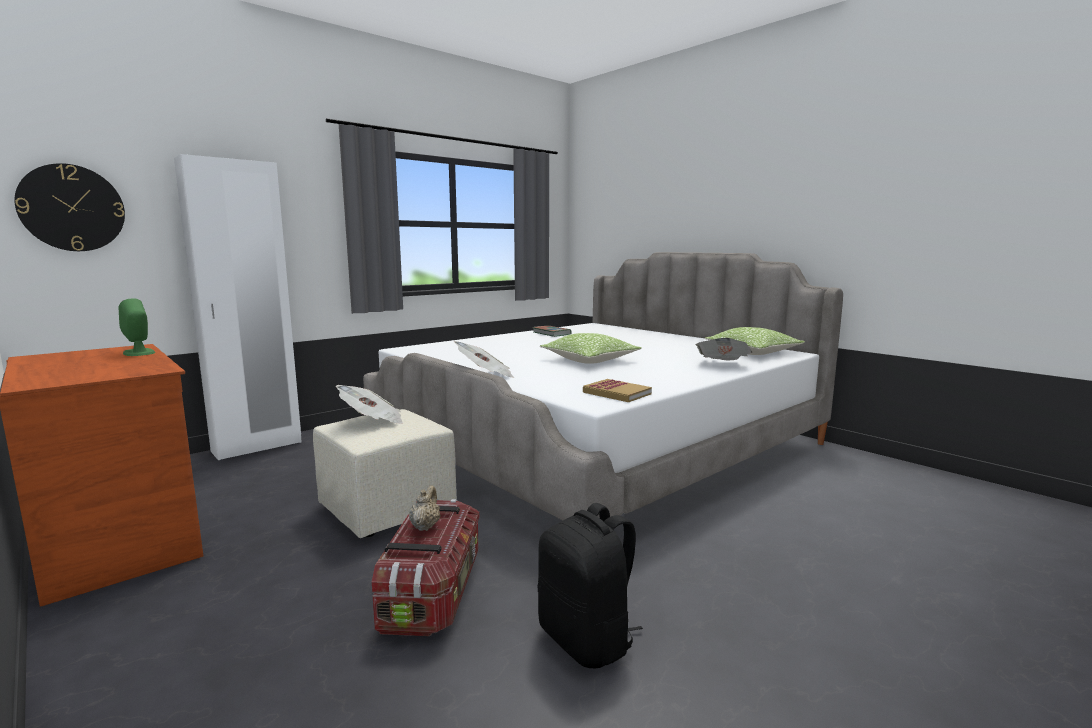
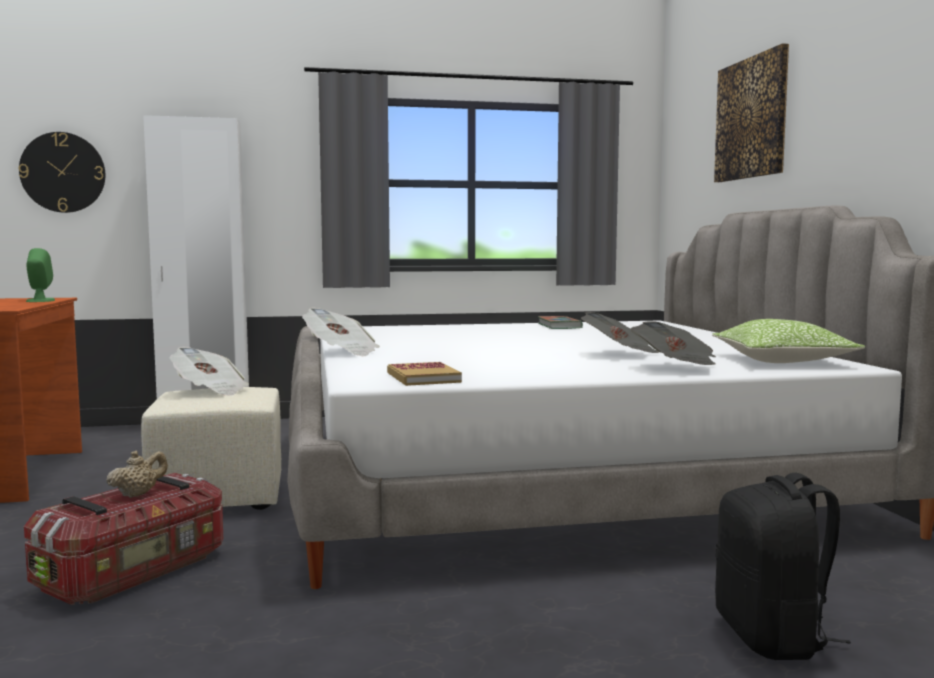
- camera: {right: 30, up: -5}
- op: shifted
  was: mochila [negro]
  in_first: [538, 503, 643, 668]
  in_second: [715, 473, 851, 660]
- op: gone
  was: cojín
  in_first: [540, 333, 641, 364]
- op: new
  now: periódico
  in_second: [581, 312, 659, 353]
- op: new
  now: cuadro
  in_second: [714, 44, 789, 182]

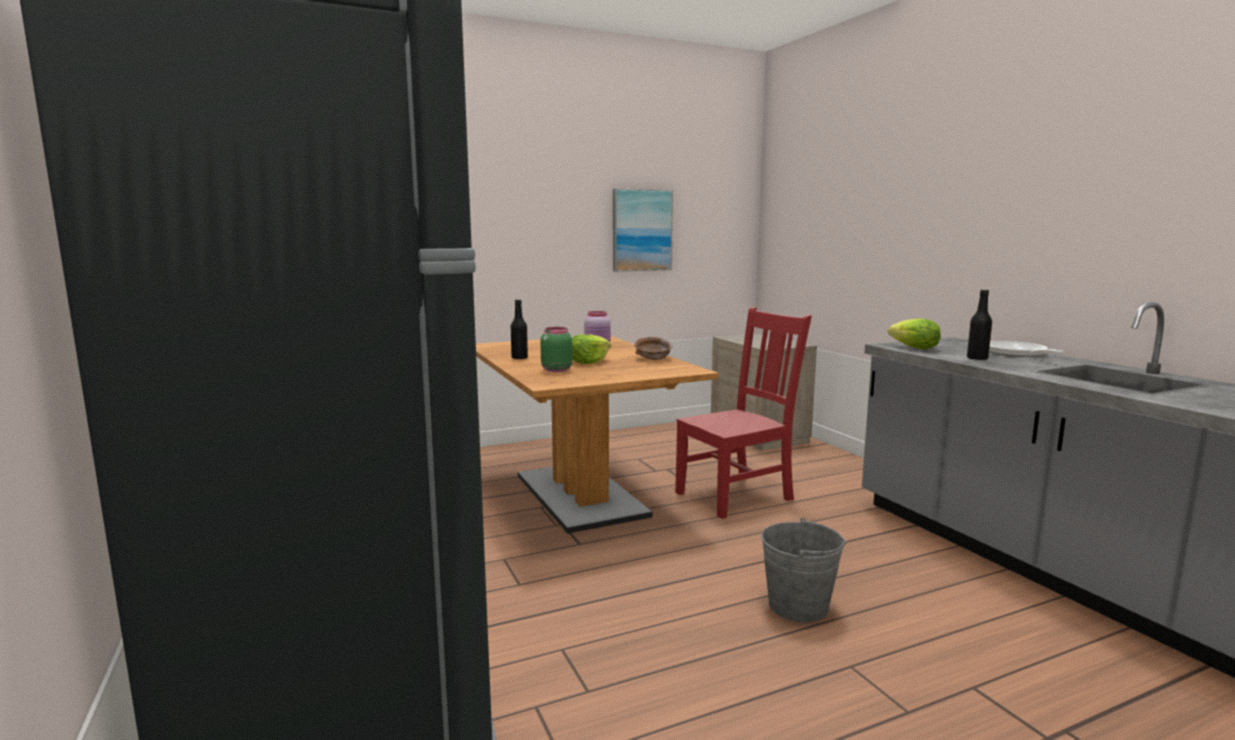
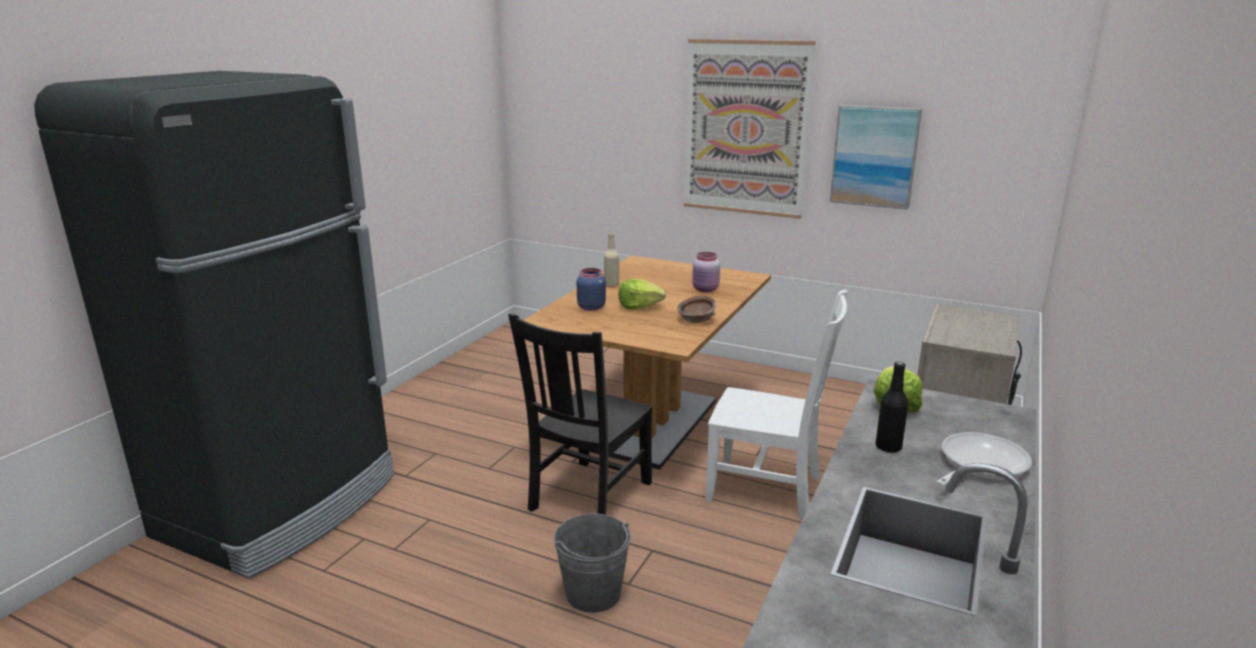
- camera: {right: 50, up: 10}
- op: repainted
  was: botella [negro]
  now: botella [beis]
  in_first: [511, 299, 528, 359]
  in_second: [604, 232, 619, 287]
- op: repainted
  was: tarro [verde]
  now: tarro [azul]
  in_first: [540, 327, 573, 372]
  in_second: [577, 268, 606, 311]
- op: repainted
  was: silla [rojo]
  now: silla [blanco]
  in_first: [675, 307, 812, 519]
  in_second: [705, 290, 848, 519]
- op: new
  now: silla [negro]
  in_second: [508, 314, 653, 515]
- op: new
  now: cuadro
  in_second: [684, 39, 816, 219]

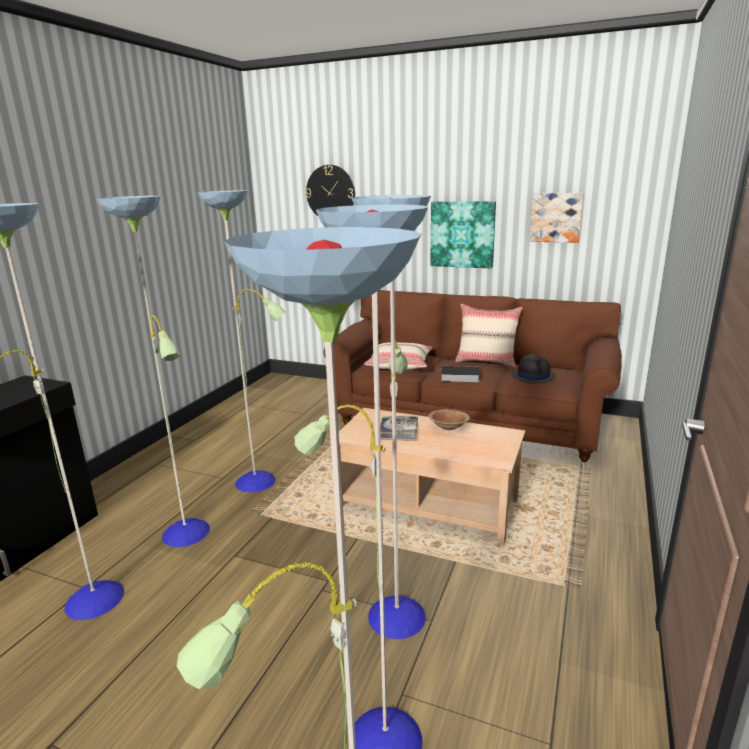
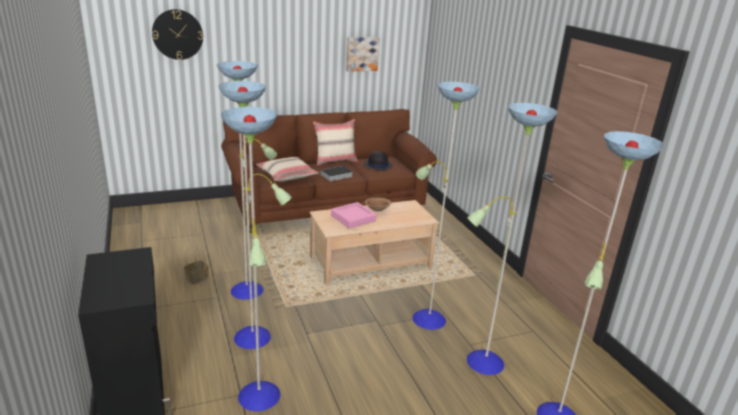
- camera: {right: -45, up: 5}
- op: swapped
  was: libro
  now: bandeja [rosa]
  in_first: [380, 416, 418, 441]
  in_second: [331, 202, 377, 229]
- op: gone
  was: cuadro
  in_first: [430, 201, 496, 268]
- op: new
  now: cesta
  in_second: [184, 243, 209, 284]

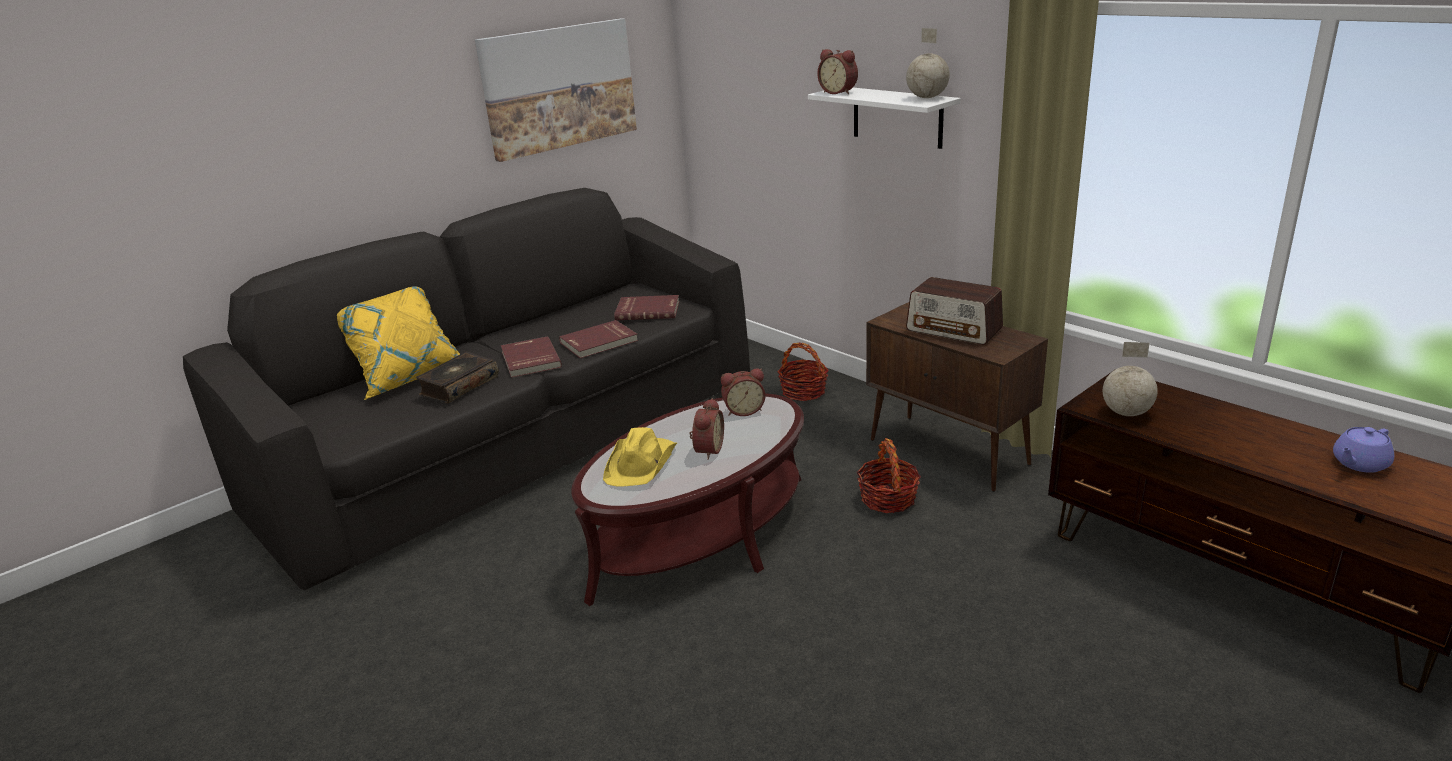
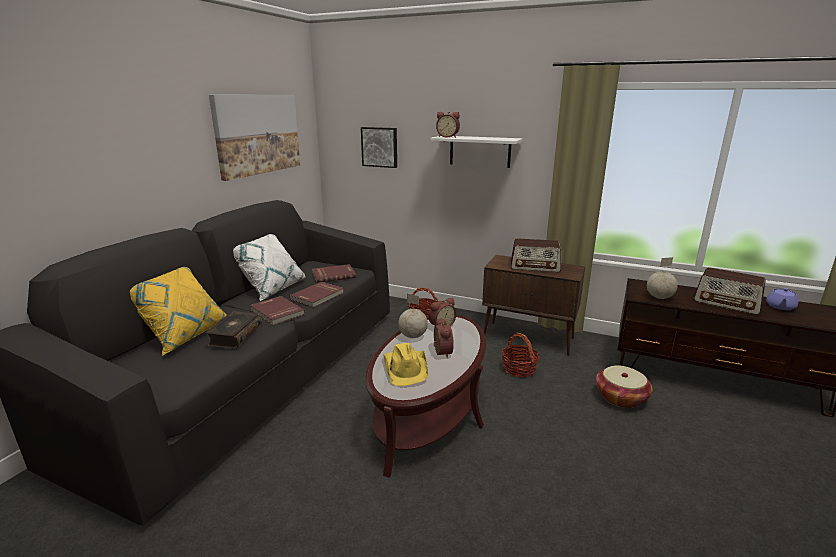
- camera: {right: -25, up: -5}
- op: shifted
  was: globo terráqueo
  in_first: [906, 28, 950, 98]
  in_second: [398, 294, 428, 338]
- op: new
  now: cojín [blanco]
  in_second: [233, 234, 306, 301]
- op: new
  now: cuadro
  in_second: [361, 127, 397, 168]
- op: new
  now: cesta
  in_second: [596, 365, 653, 408]
- op: new
  now: radio
  in_second: [693, 267, 766, 315]

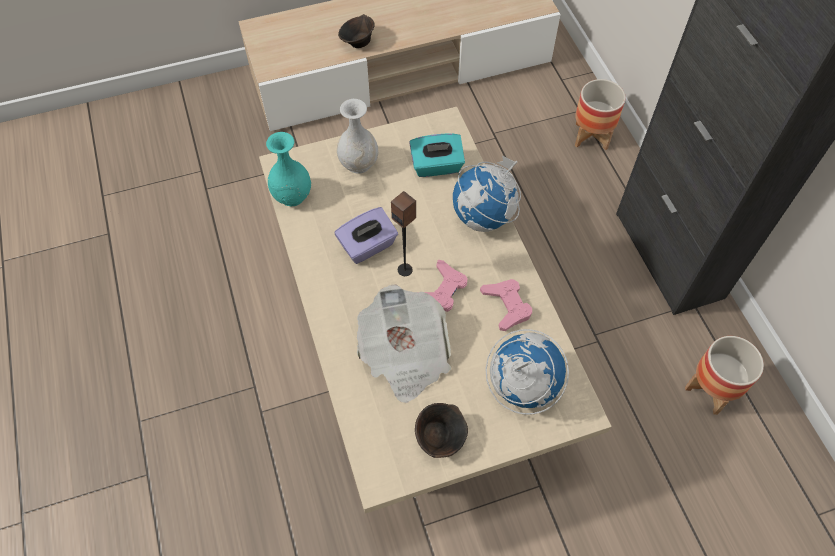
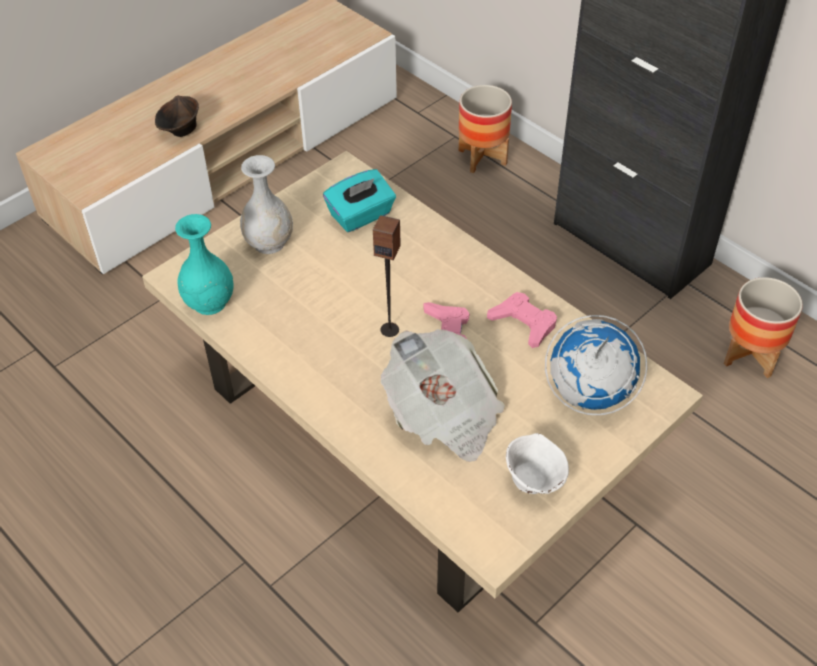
- camera: {right: -25, up: -10}
- op: gone
  was: caja de pañuelos [morado]
  in_first: [335, 207, 398, 264]
- op: repainted
  was: cuenco [marrón]
  now: cuenco [blanco]
  in_first: [415, 403, 468, 458]
  in_second: [506, 433, 569, 494]
- op: gone
  was: globo terráqueo
  in_first: [453, 155, 521, 232]

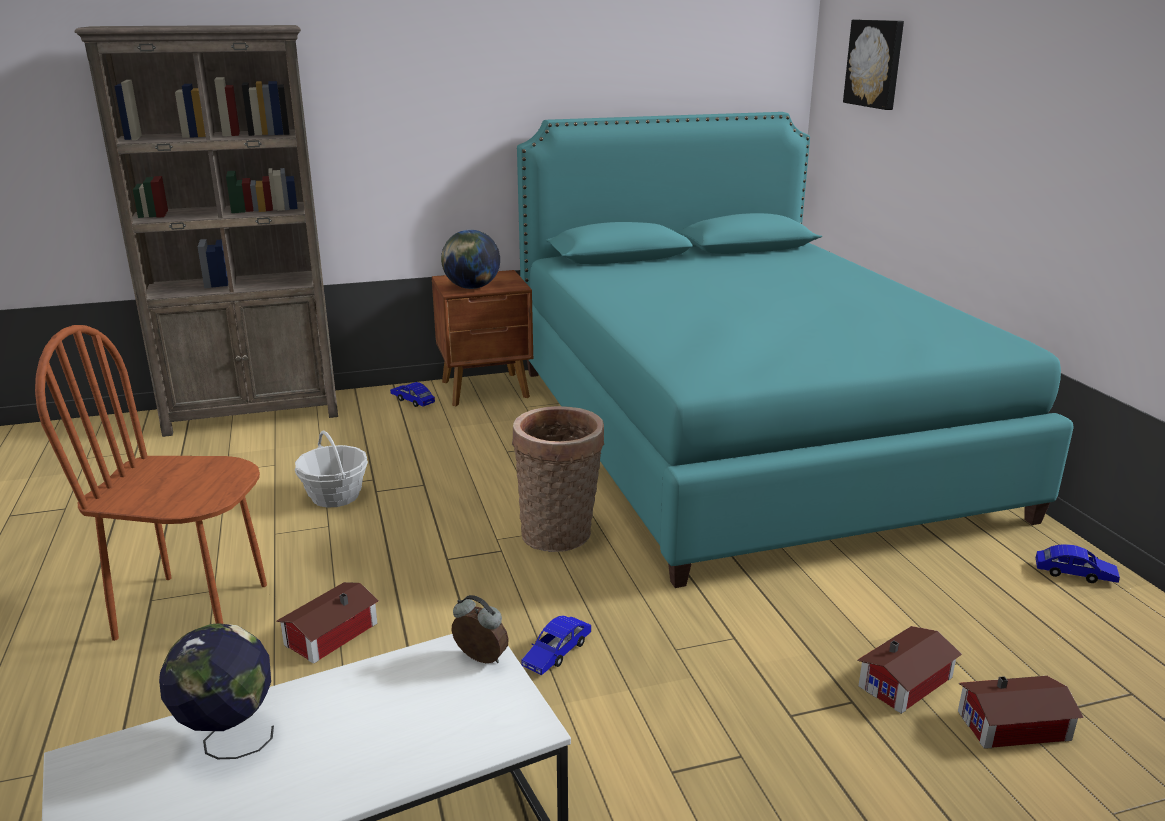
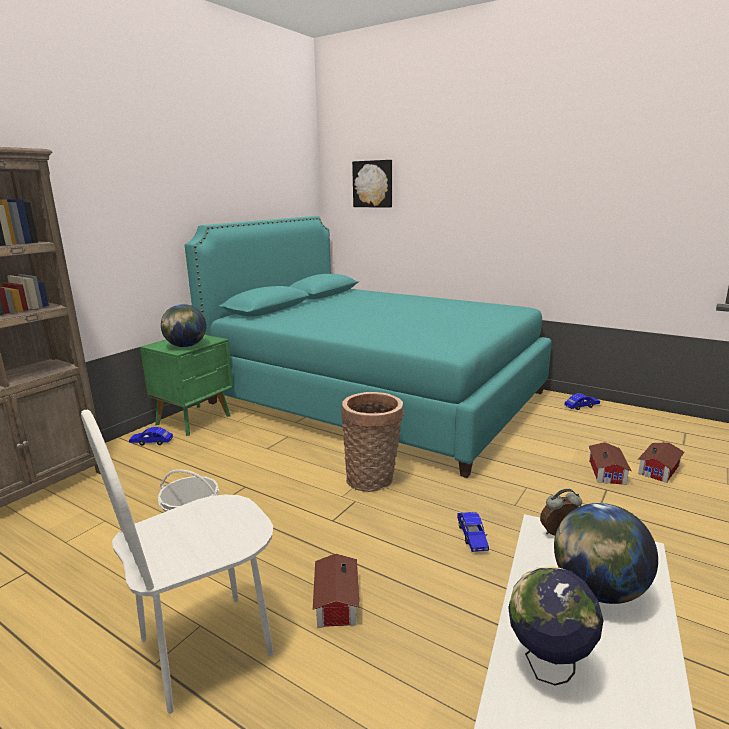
- camera: {right: -40, up: -5}
- op: repainted
  was: silla [marrón]
  now: silla [blanco]
  in_first: [35, 325, 267, 641]
  in_second: [81, 410, 273, 714]
- op: repainted
  was: mesita de noche [marrón]
  now: mesita de noche [verde]
  in_first: [432, 270, 534, 406]
  in_second: [140, 335, 233, 436]
- op: new
  now: globo terráqueo
  in_second: [554, 503, 658, 604]

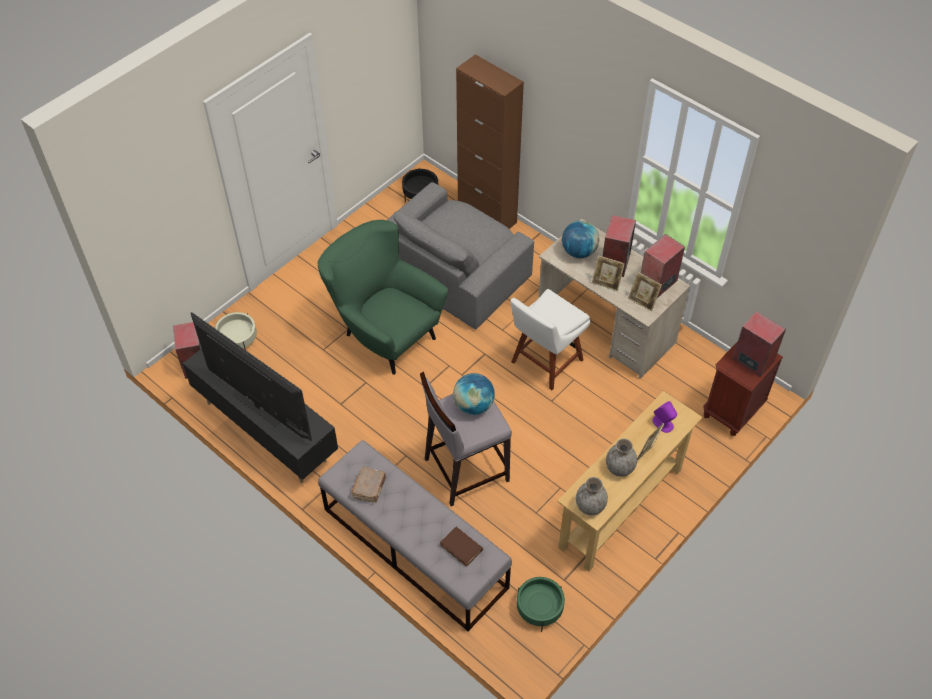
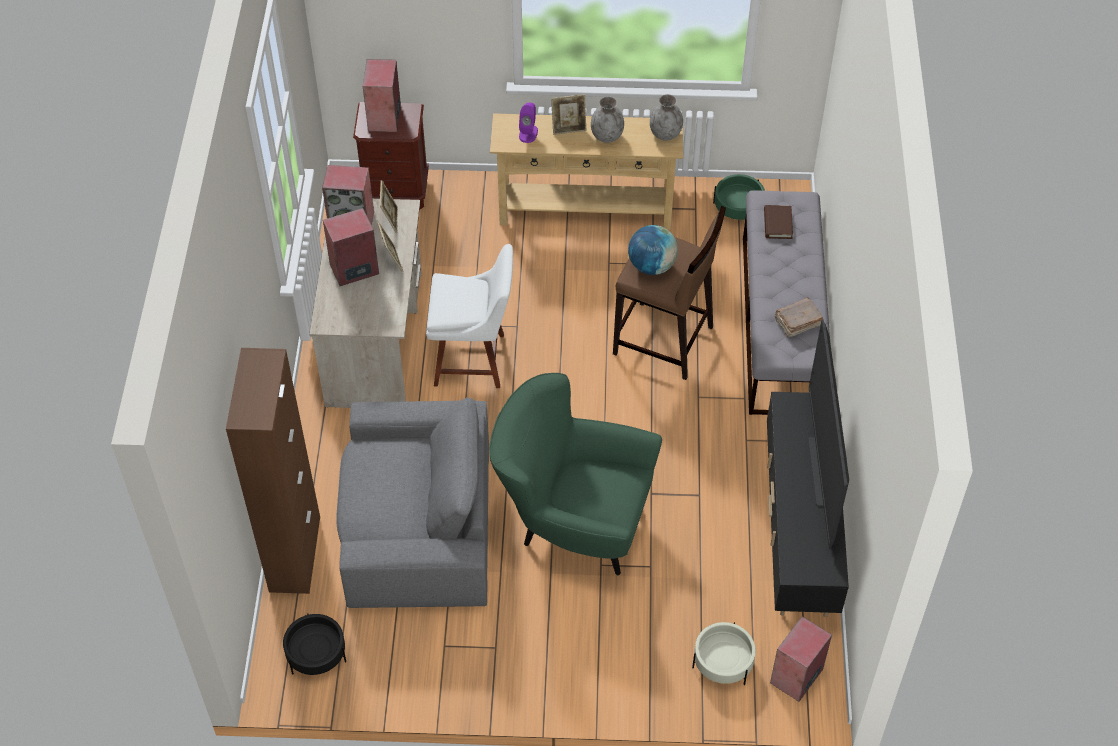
- camera: {right: -130, up: 0}
- op: rotated
  was: sillón [verde]
  in_first: [318, 220, 448, 375]
  in_second: [489, 373, 662, 575]
  clockwise: 105
- op: repainted
  was: taburete [gris]
  now: taburete [marrón]
  in_first: [420, 372, 512, 506]
  in_second: [613, 206, 726, 380]
- op: gone
  was: globo terráqueo
  in_first: [562, 221, 599, 258]

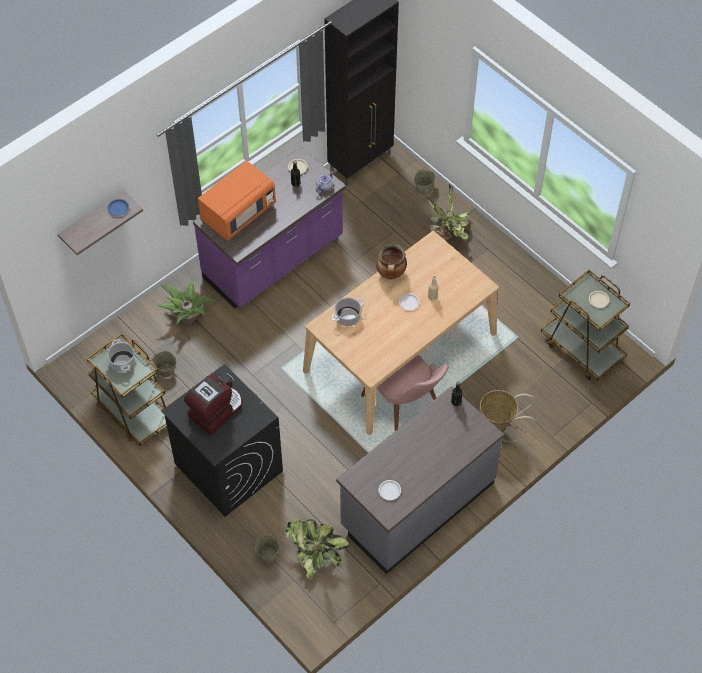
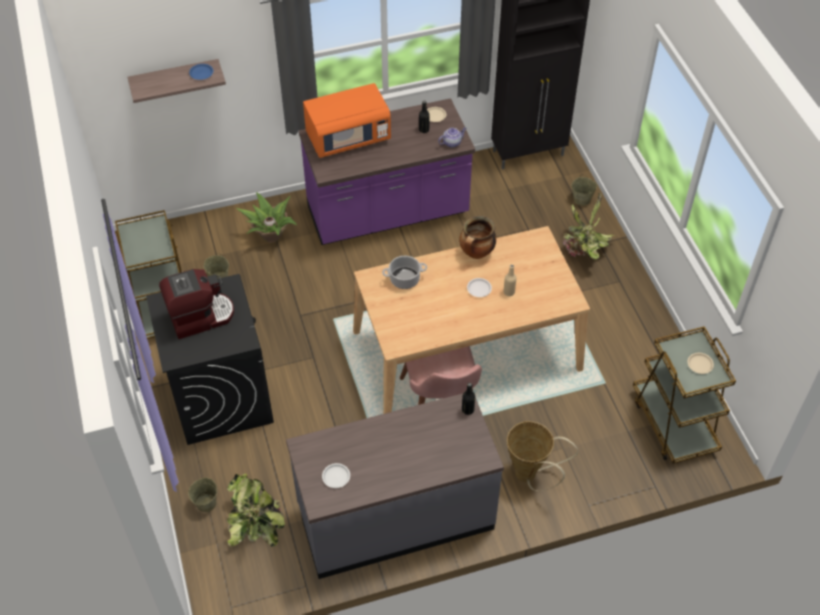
- camera: {right: 25, up: -5}
- op: gone
  was: olla
  in_first: [107, 339, 135, 372]

